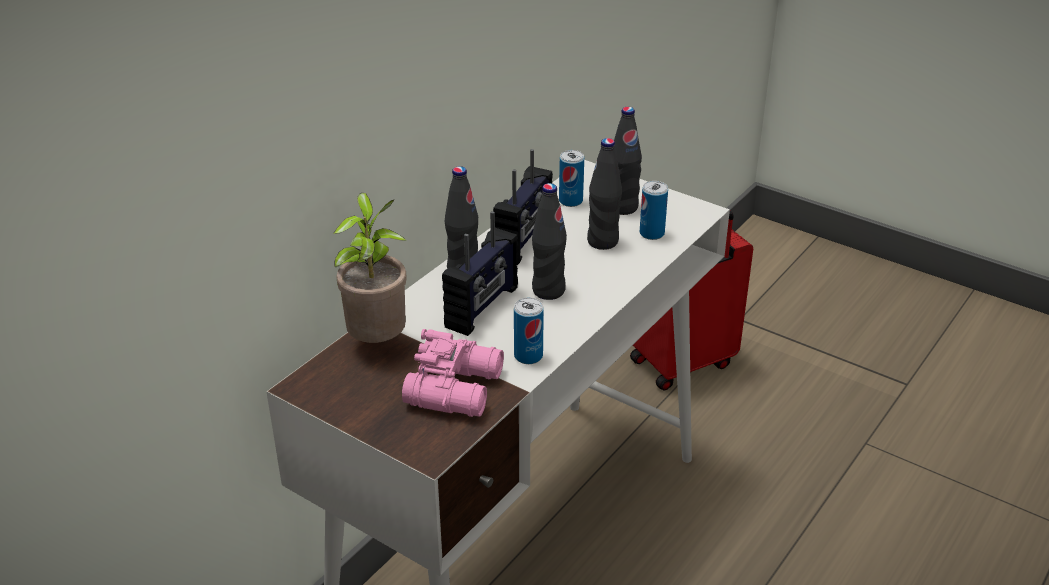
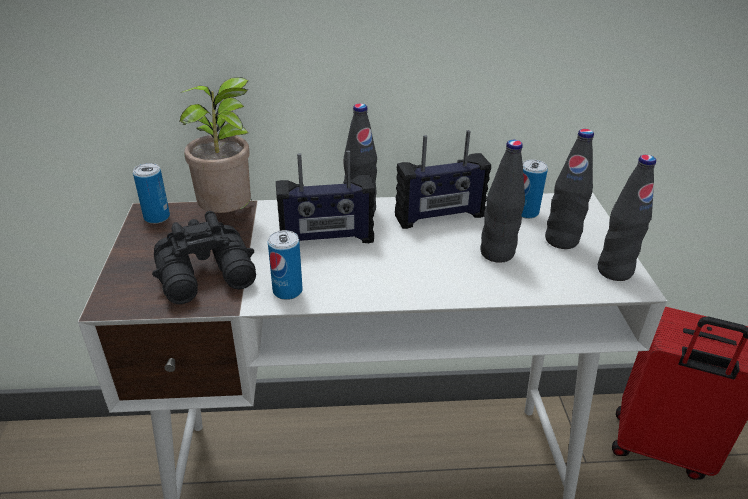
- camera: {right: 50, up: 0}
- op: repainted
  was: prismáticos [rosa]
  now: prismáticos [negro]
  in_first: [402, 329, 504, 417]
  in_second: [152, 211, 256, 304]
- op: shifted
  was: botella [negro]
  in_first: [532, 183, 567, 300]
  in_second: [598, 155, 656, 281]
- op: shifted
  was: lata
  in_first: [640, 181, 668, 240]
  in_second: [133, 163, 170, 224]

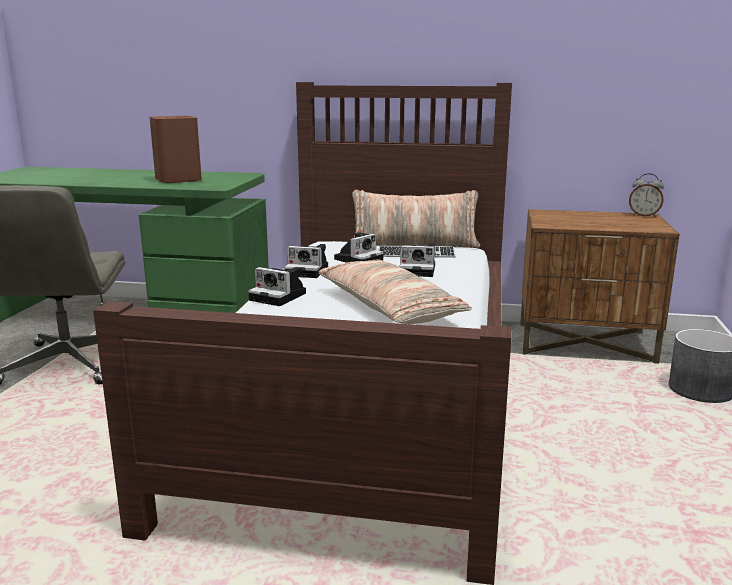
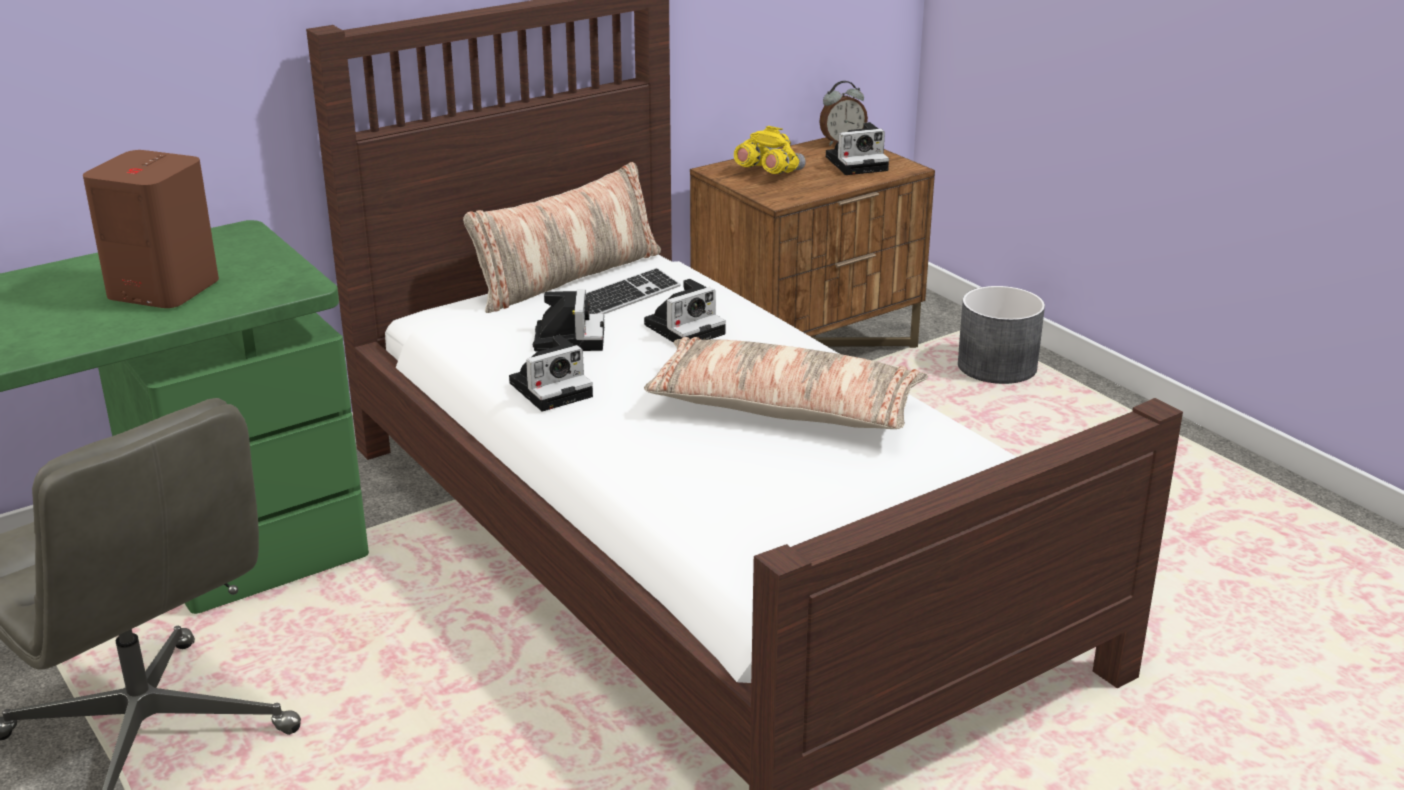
- camera: {right: -45, up: 10}
- op: shifted
  was: cámara
  in_first: [248, 267, 306, 306]
  in_second: [826, 122, 889, 175]
- op: new
  now: prismáticos [amarillo]
  in_second: [734, 126, 806, 174]

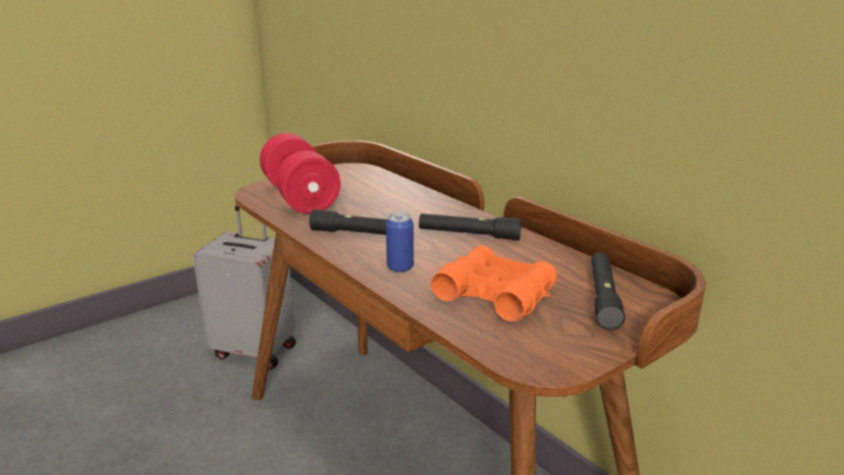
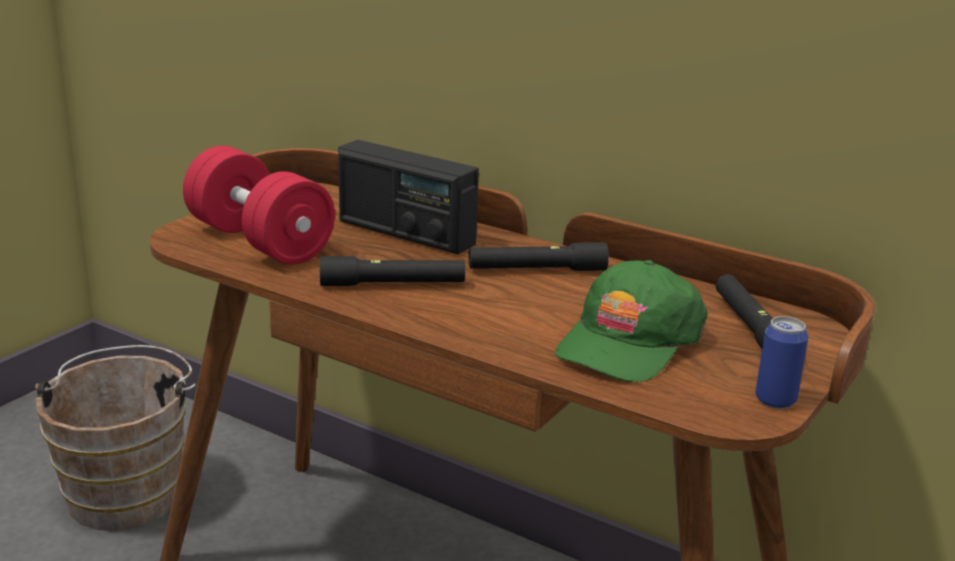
- camera: {right: -20, up: 0}
- op: swapped
  was: maleta [gris]
  now: cubo [marrón]
  in_first: [193, 205, 296, 369]
  in_second: [35, 345, 196, 530]
- op: shifted
  was: lata
  in_first: [386, 212, 414, 273]
  in_second: [755, 316, 808, 409]
- op: swapped
  was: prismáticos [naranja]
  now: gorra [verde]
  in_first: [431, 246, 557, 322]
  in_second: [555, 260, 708, 382]
- op: new
  now: radio
  in_second: [338, 140, 479, 254]

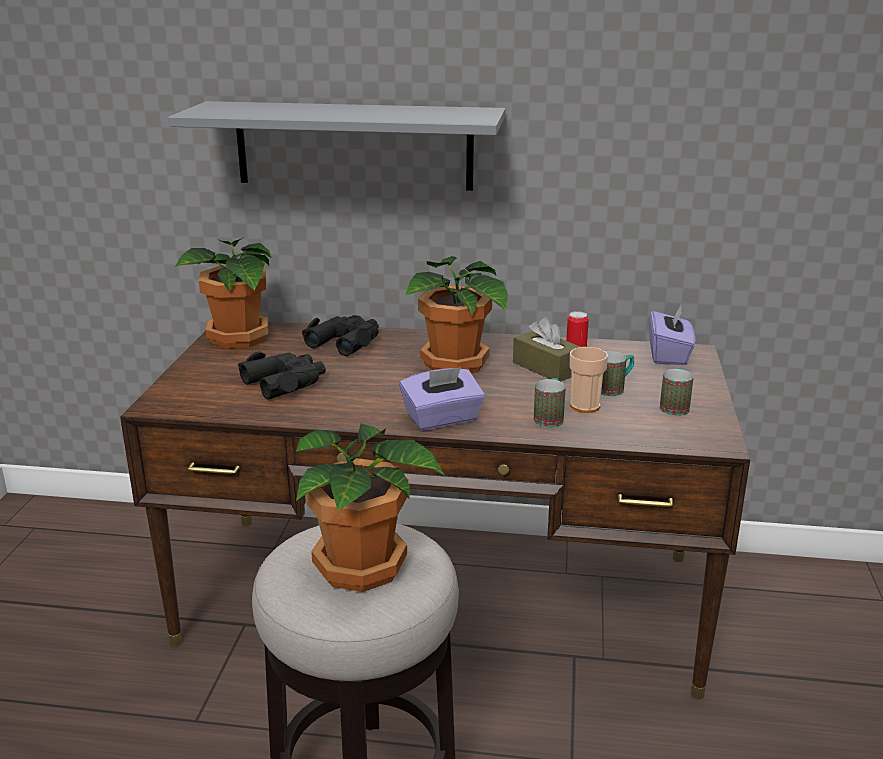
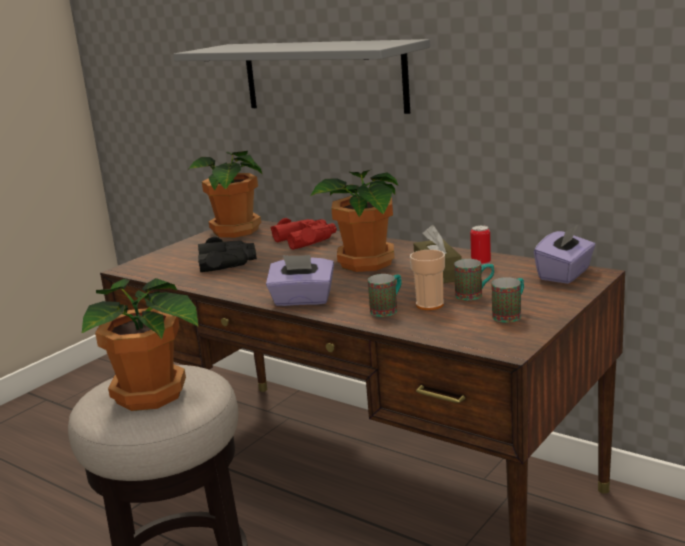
- camera: {right: 30, up: -5}
- op: repainted
  was: prismáticos [negro]
  now: prismáticos [rojo]
  in_first: [302, 315, 379, 356]
  in_second: [271, 218, 337, 250]

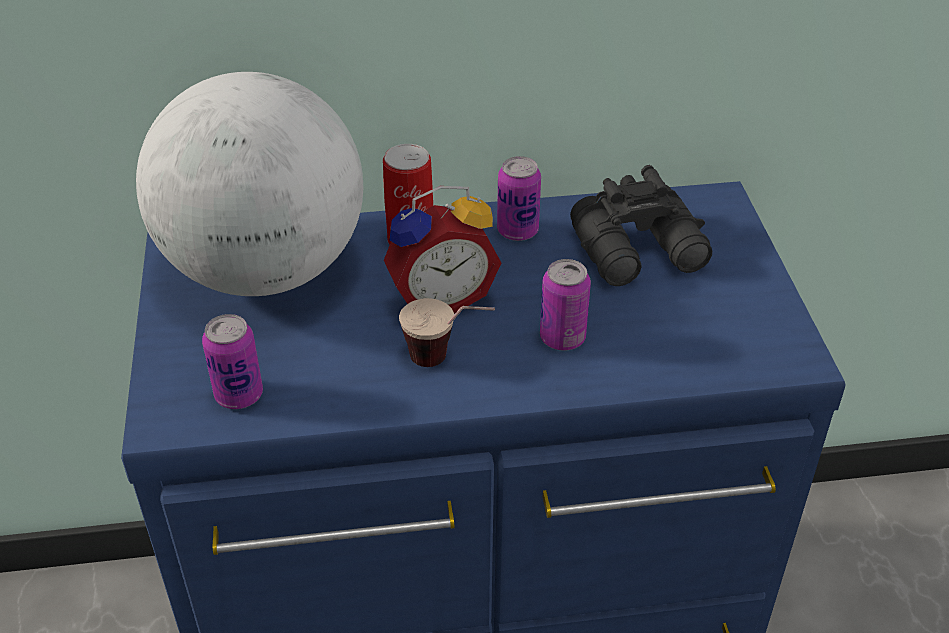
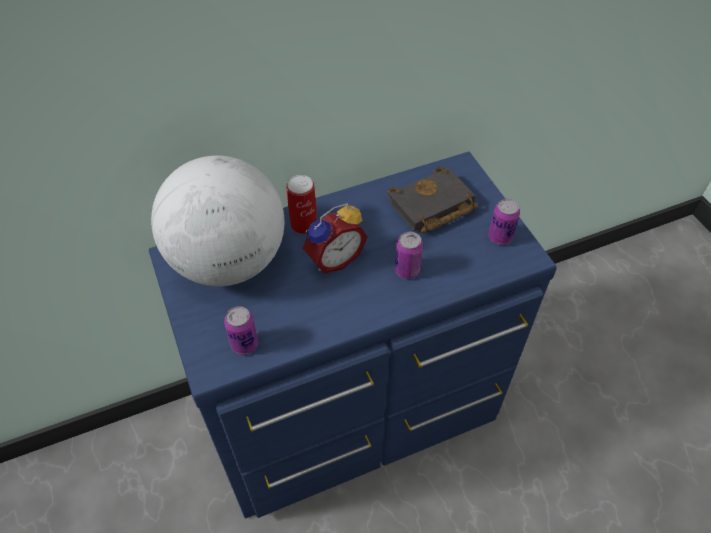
- camera: {right: -15, up: 10}
- op: gone
  was: taza
  in_first: [399, 298, 495, 367]
- op: shifted
  was: lata
  in_first: [497, 156, 541, 241]
  in_second: [488, 199, 520, 245]
- op: swapped
  was: prismáticos [negro]
  now: libro [negro]
  in_first: [570, 165, 712, 286]
  in_second: [388, 167, 478, 233]

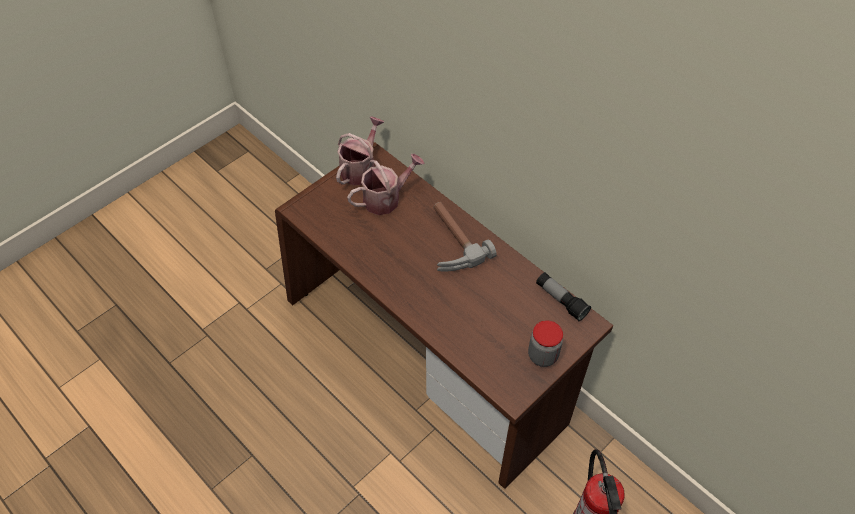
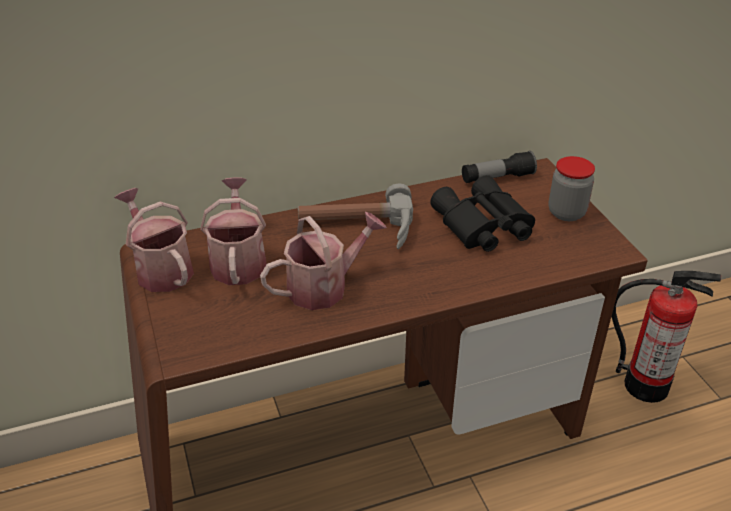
- camera: {right: -65, up: -15}
- op: new
  now: regadera
  in_second: [260, 212, 387, 310]
- op: new
  now: prismáticos [negro]
  in_second: [430, 175, 535, 252]

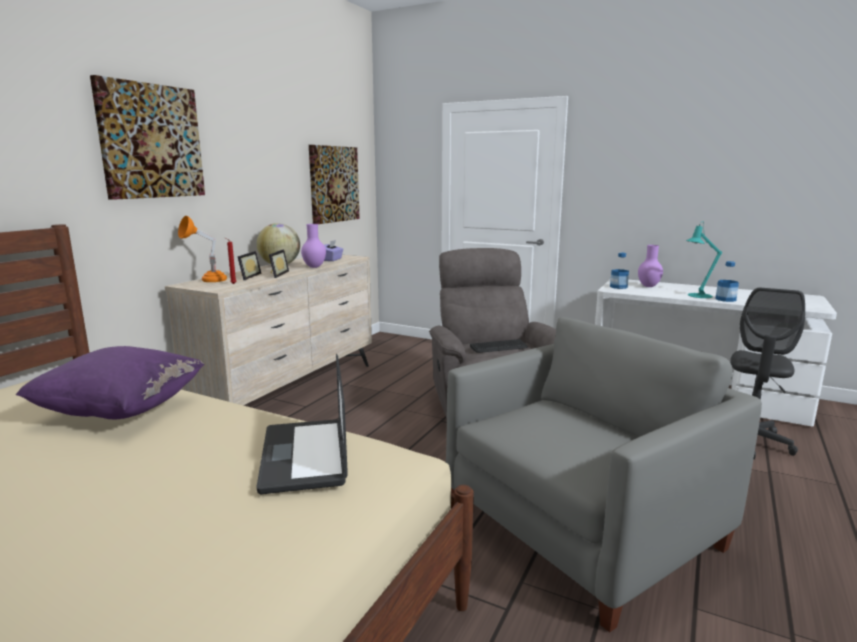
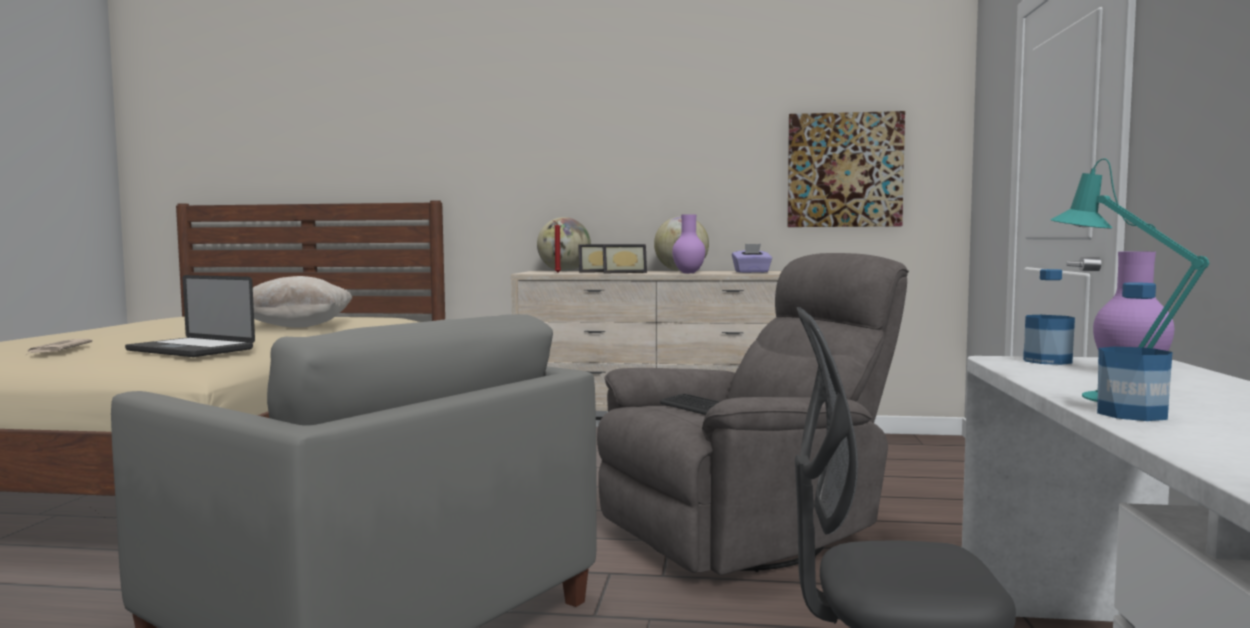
- camera: {right: 70, up: -10}
- op: repainted
  was: cojín [morado]
  now: cojín [beis]
  in_first: [16, 346, 204, 419]
  in_second: [253, 276, 353, 328]
- op: gone
  was: cuadro
  in_first: [90, 75, 205, 200]
- op: swapped
  was: lámpara de mesa [naranja]
  now: globo terráqueo
  in_first: [178, 216, 227, 282]
  in_second: [537, 217, 591, 271]
- op: rotated
  was: portátil
  in_first: [256, 354, 348, 494]
  in_second: [125, 275, 255, 357]
  clockwise: -120
- op: new
  now: periódico
  in_second: [26, 339, 93, 355]

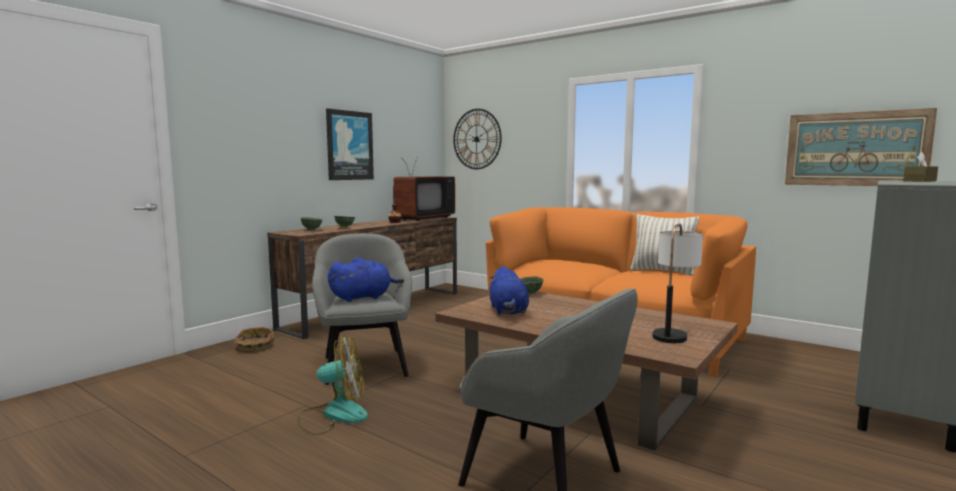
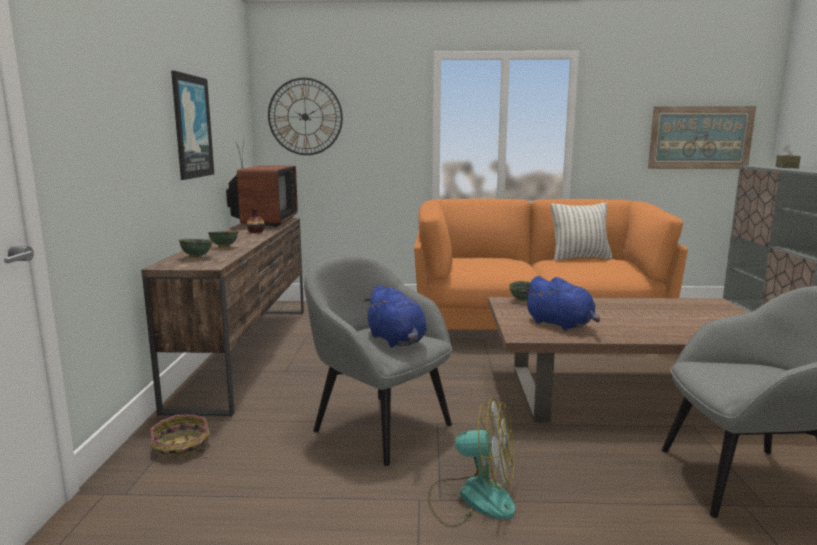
- camera: {right: -35, up: 5}
- op: rotated
  was: ventilador
  in_first: [298, 335, 368, 435]
  in_second: [428, 397, 516, 527]
  clockwise: 60
- op: rotated
  was: peluche [azul]
  in_first: [328, 258, 404, 302]
  in_second: [364, 285, 427, 348]
  clockwise: 120
- op: gone
  was: lámpara de mesa
  in_first: [652, 223, 703, 343]

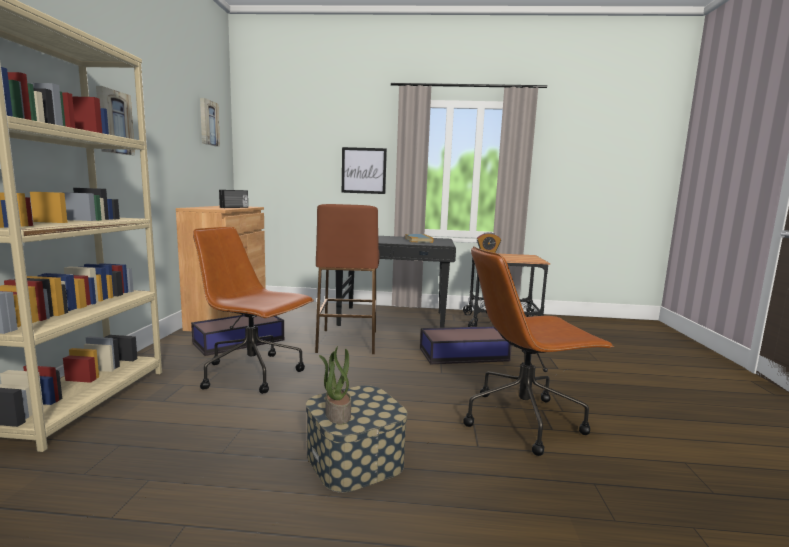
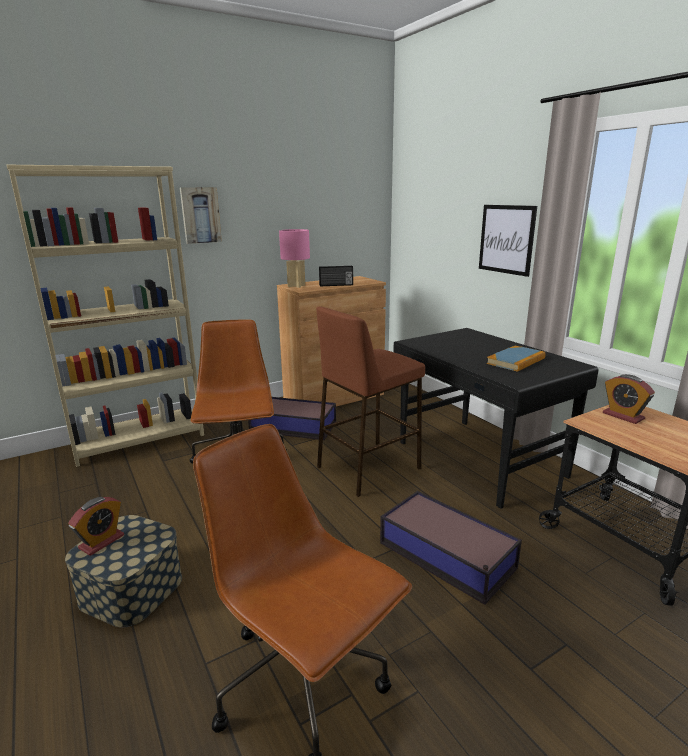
- camera: {right: 55, up: 10}
- op: gone
  was: cuadro
  in_first: [200, 98, 220, 147]
- op: swapped
  was: planta en maceta
  now: despertador
  in_first: [319, 346, 351, 424]
  in_second: [68, 497, 124, 556]
- op: new
  now: lámpara de mesa [rosa]
  in_second: [279, 229, 310, 288]

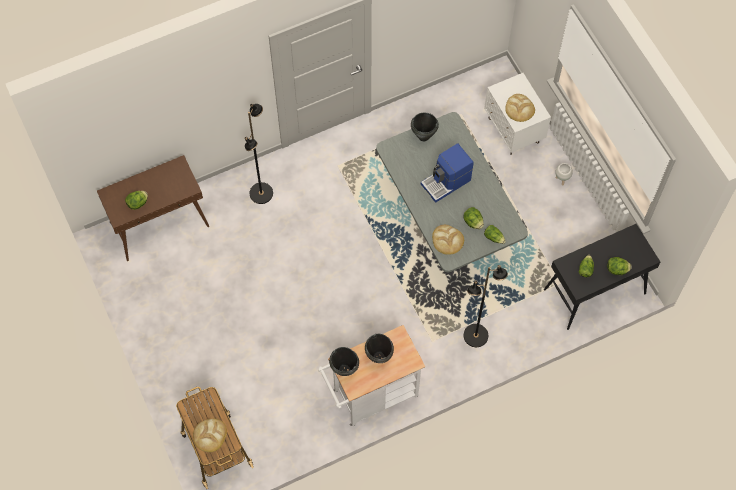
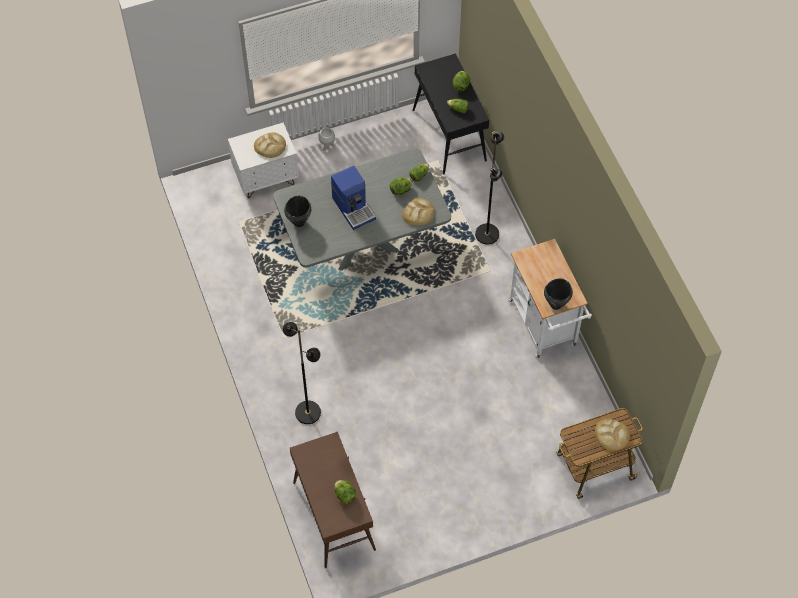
- camera: {right: -85, up: -5}
- op: gone
  was: olla [negro]
  in_first: [365, 334, 394, 363]

